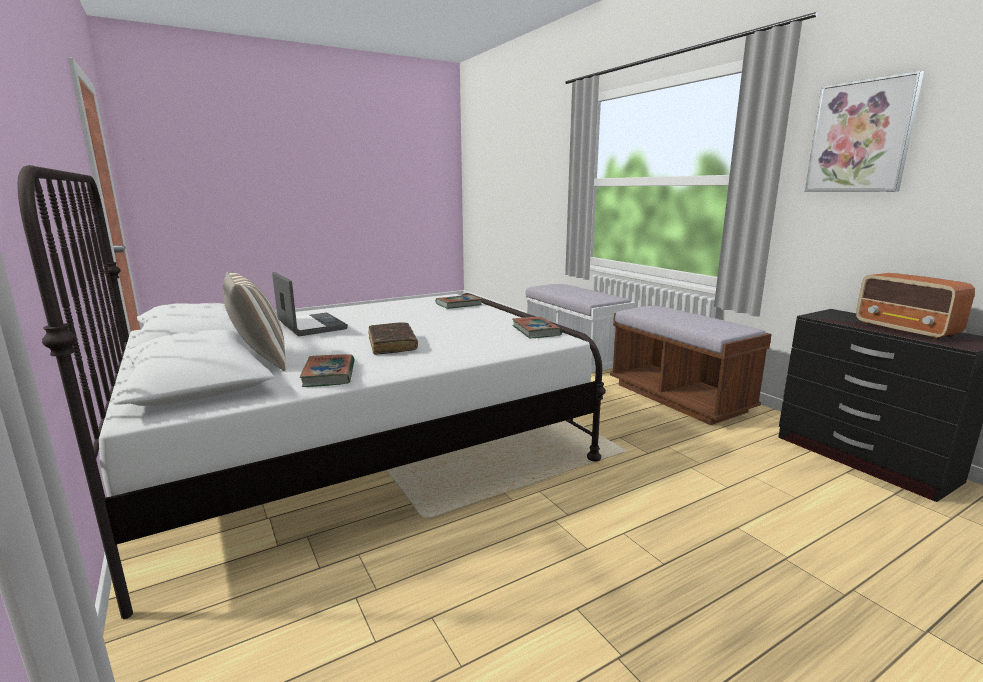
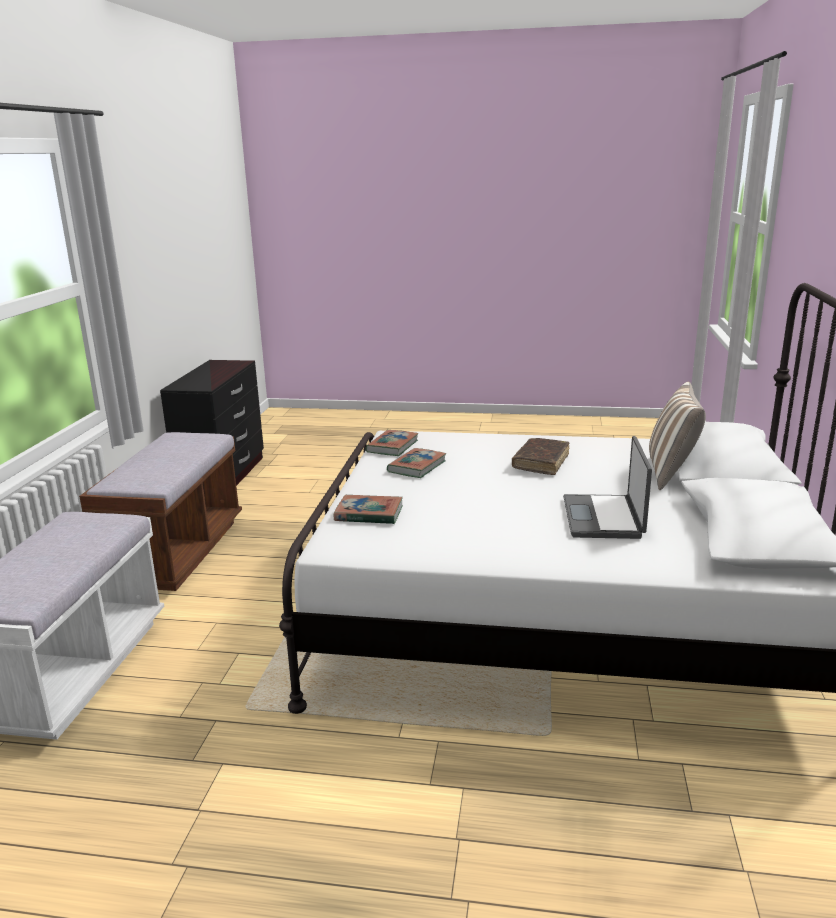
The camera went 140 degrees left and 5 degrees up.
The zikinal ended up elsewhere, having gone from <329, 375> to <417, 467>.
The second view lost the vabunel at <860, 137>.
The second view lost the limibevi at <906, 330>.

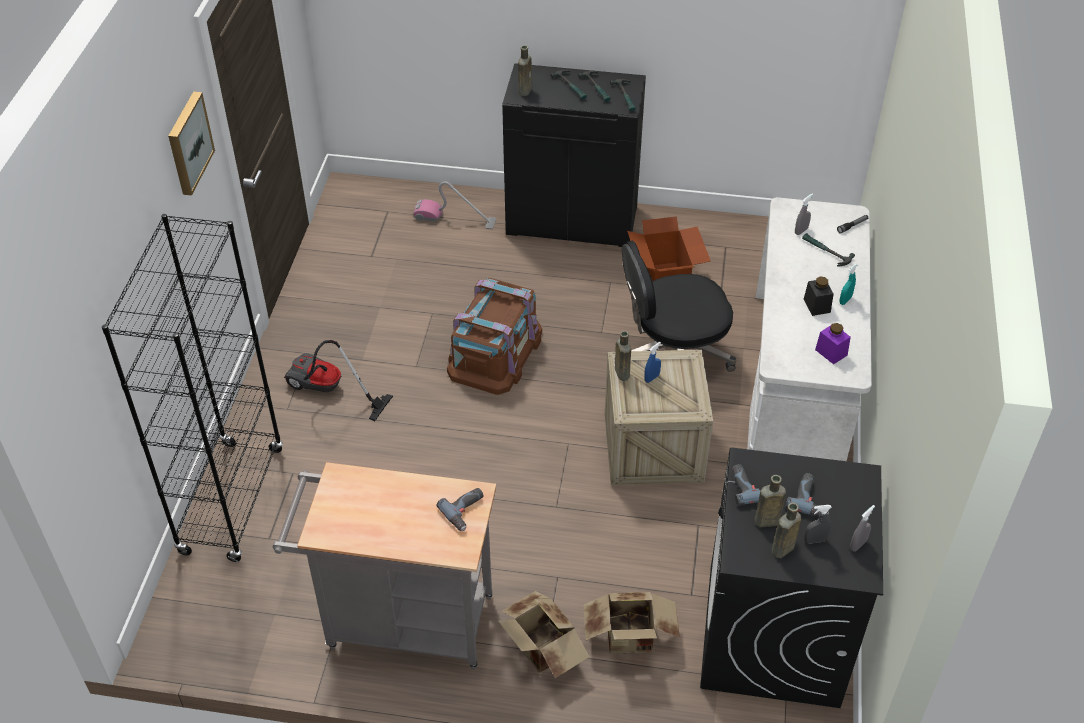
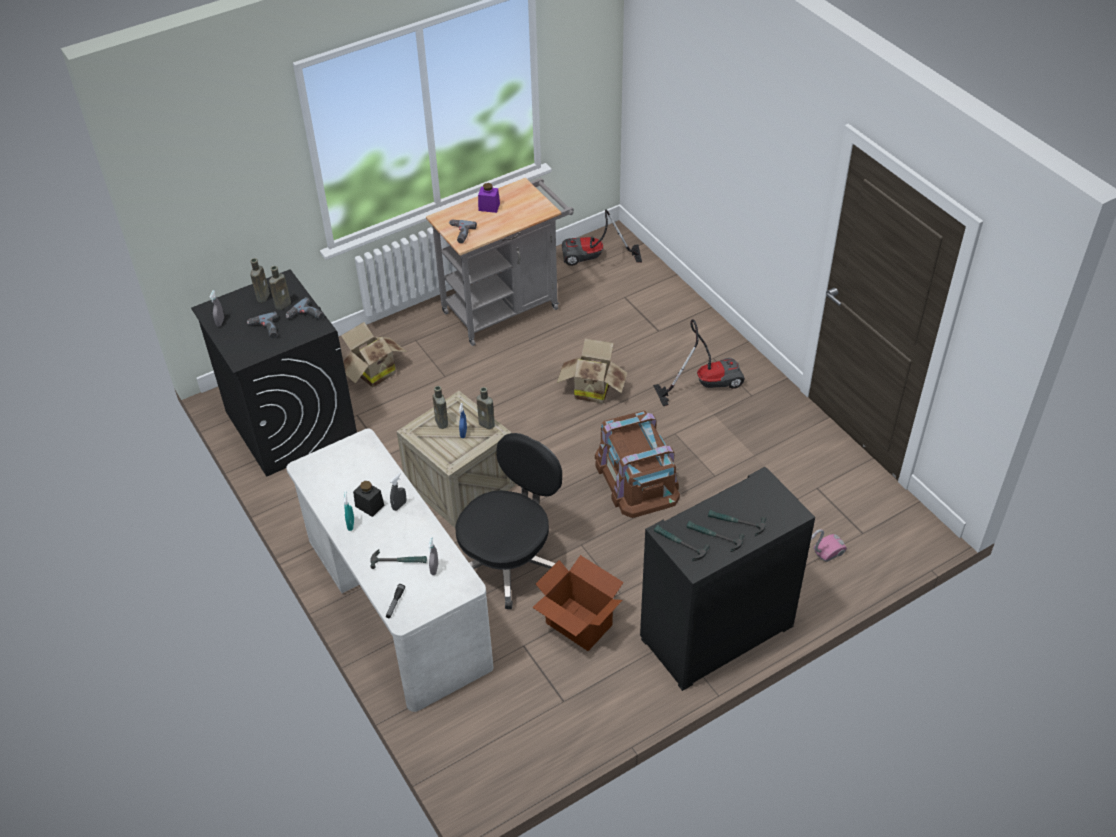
The camera went 140 degrees right and 0 degrees up.
The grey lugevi ended up elsewhere, having gone from <815, 540> to <399, 505>.
The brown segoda ended up elsewhere, having gone from <525, 90> to <442, 423>.
The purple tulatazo ended up elsewhere, having gone from <831, 352> to <489, 207>.
The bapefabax ended up elsewhere, having gone from <541, 652> to <592, 389>.
The second view gained the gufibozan at <594, 258>.
The second view lost the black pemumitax at <232, 501>.
The second view lost the vabunel at <188, 143>.

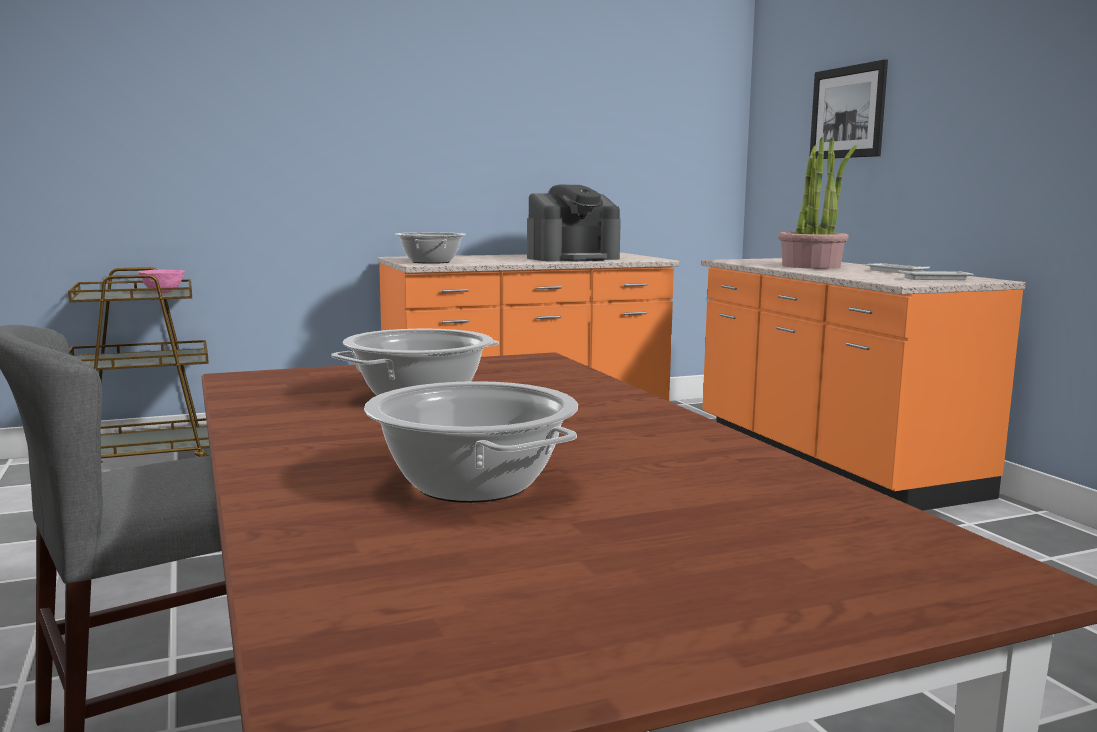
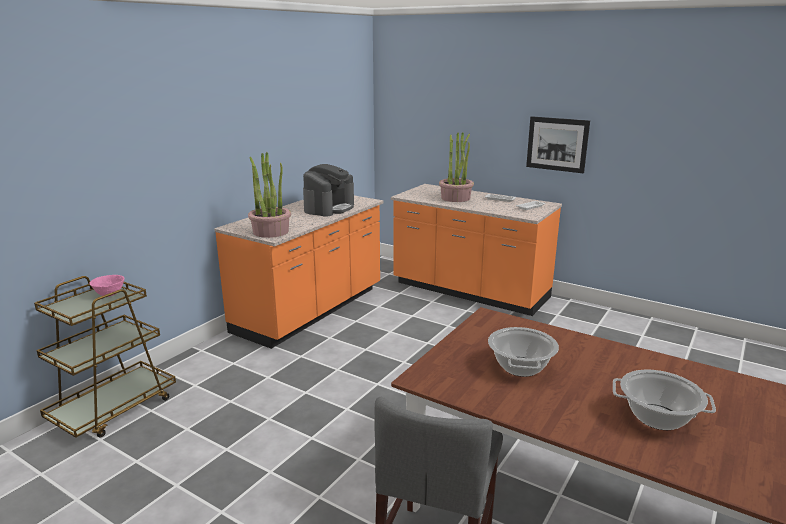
The camera went 35 degrees left and 10 degrees up.
Where the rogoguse stood at <430, 262>, the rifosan came to stand at <271, 232>.
The vabunel ended up elsewhere, having gone from <847, 112> to <557, 144>.

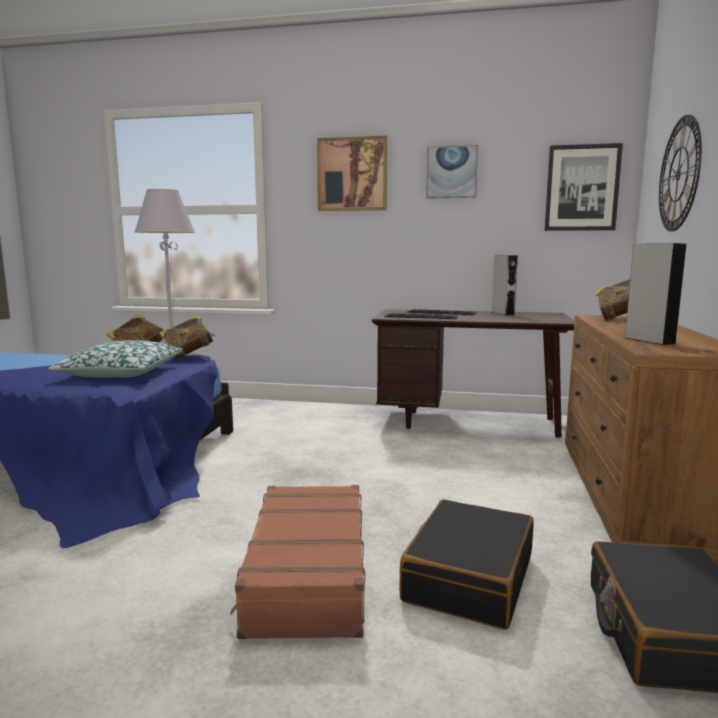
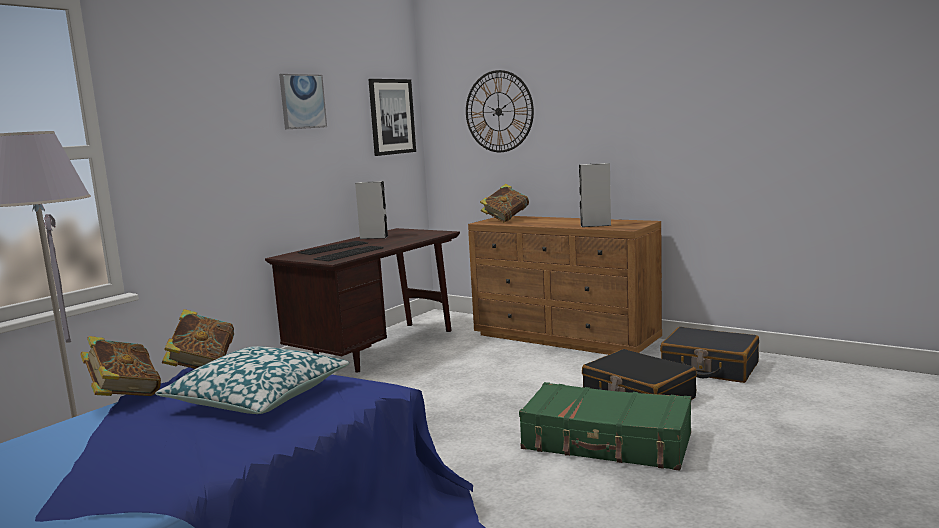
The camera went 65 degrees left and 0 degrees up.
What was the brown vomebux at <306, 574> turned into the green vomebux at <606, 443>.
The second view lost the vabunel at <352, 174>.

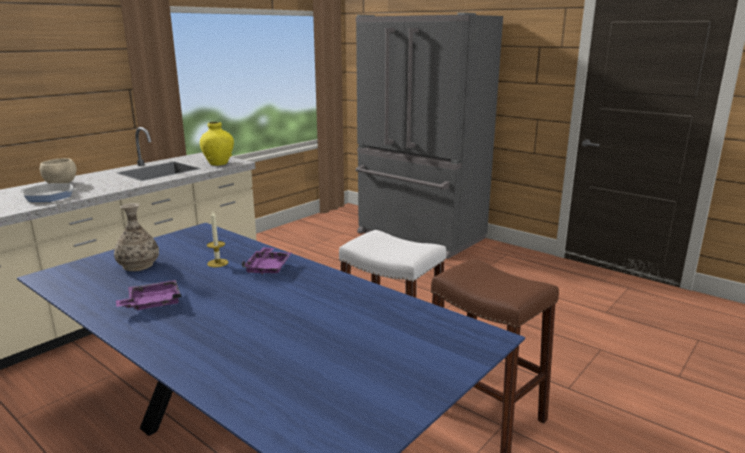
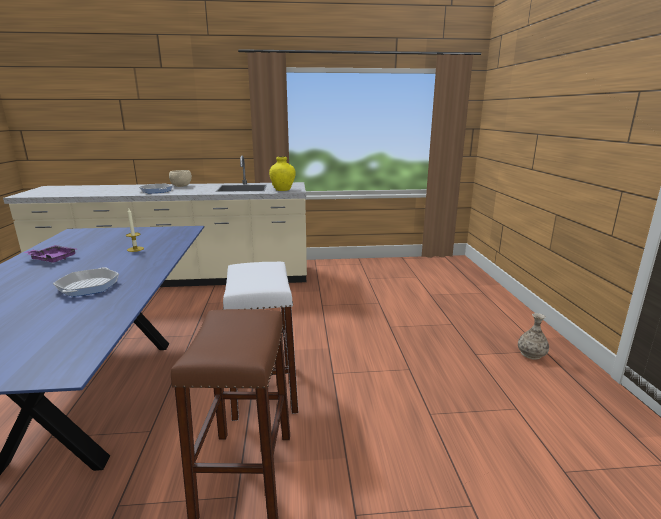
The camera went 45 degrees right and 0 degrees up.
The second view gained the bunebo at <88, 286>.
The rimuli ended up elsewhere, having gone from <138, 265> to <531, 354>.
The second view lost the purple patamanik at <268, 267>.
The second view lost the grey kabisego at <419, 236>.

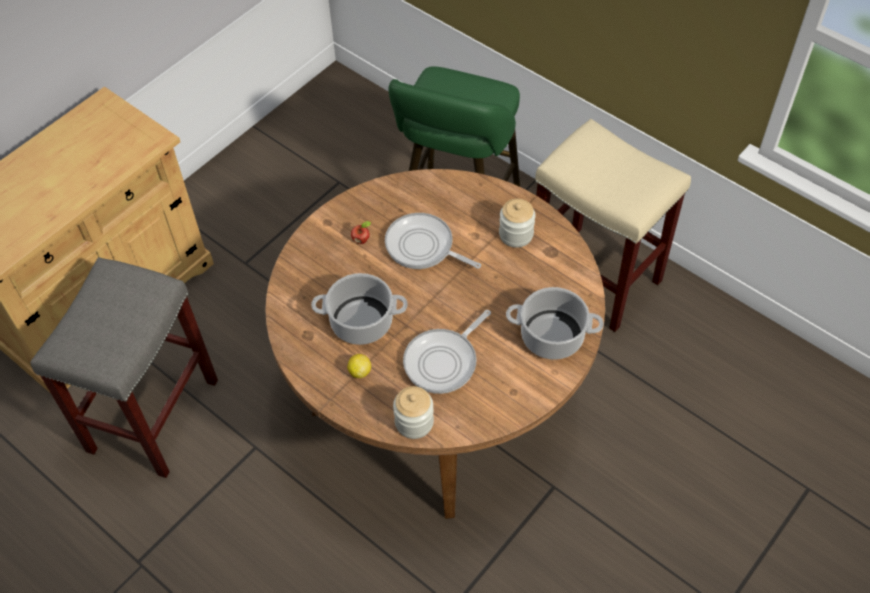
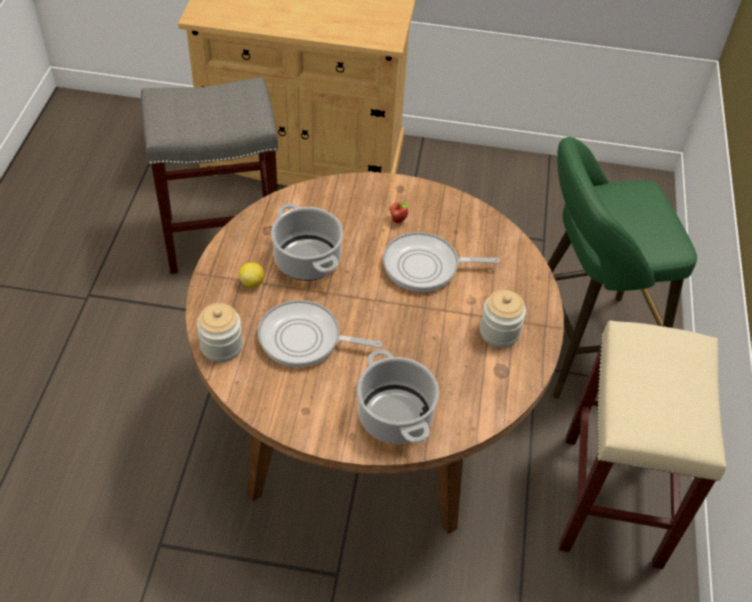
The camera went 55 degrees right and 5 degrees down.
The bunebo at <423, 247> ended up facing another way, 90 degrees counterclockwise from before.

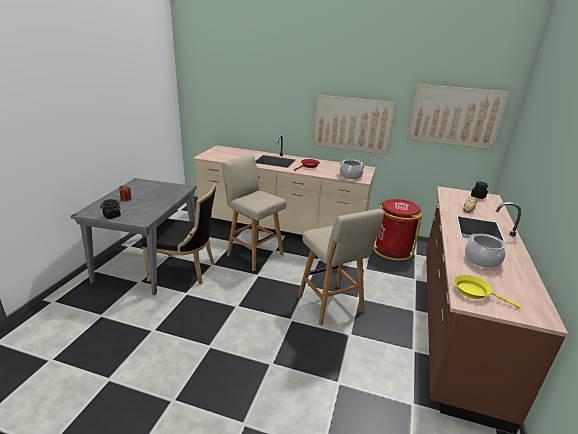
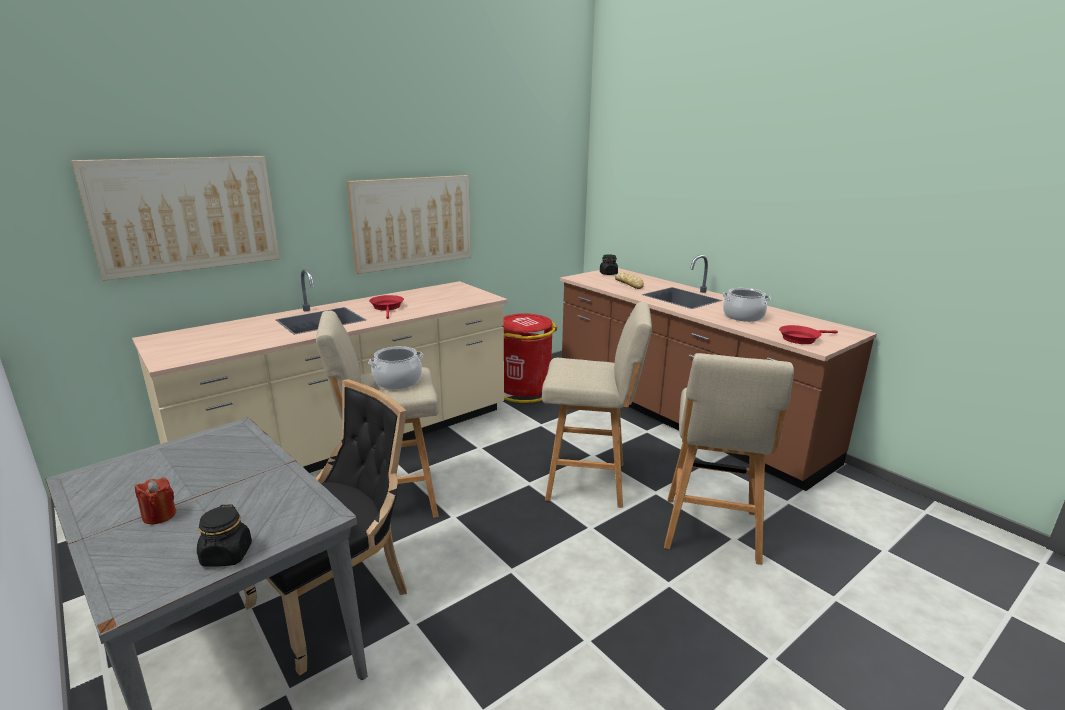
The camera went 55 degrees left and 5 degrees down.
The vabunel ended up elsewhere, having gone from <455, 116> to <186, 214>.
The rogoguse ended up elsewhere, having gone from <350, 176> to <397, 381>.
The second view gained the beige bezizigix at <711, 532>.
What was the yellow bunebo at <474, 292> turned into the red bunebo at <801, 338>.

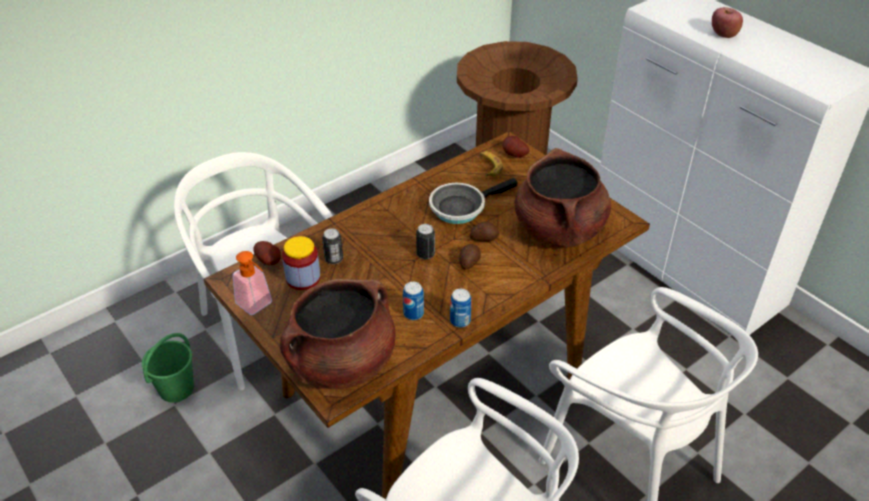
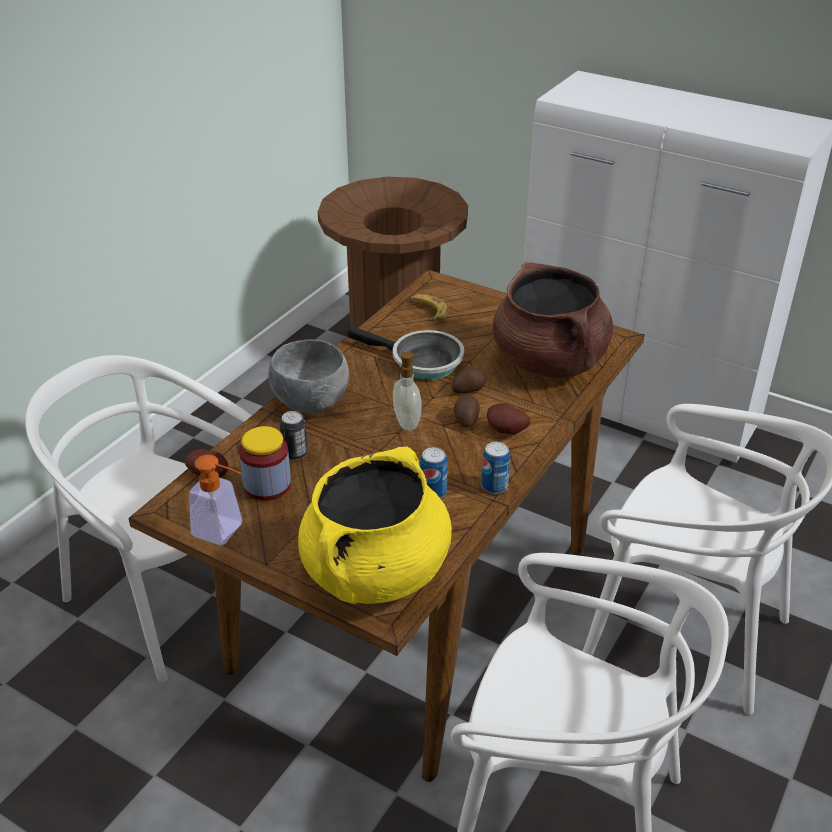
The camera went 20 degrees left and 5 degrees down.
The second view gained the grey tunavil at <310, 403>.
What was the brown rogoguse at <341, 363> turned into the yellow rogoguse at <375, 572>.
The bunebo at <461, 207> ended up facing another way, 105 degrees counterclockwise from before.
Where the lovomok stood at <425, 254>, the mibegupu came to stand at <408, 422>.
The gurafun ended up elsewhere, having gone from <513, 155> to <505, 432>.
The second view lost the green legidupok at <177, 388>.
The second view lost the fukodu at <723, 34>.

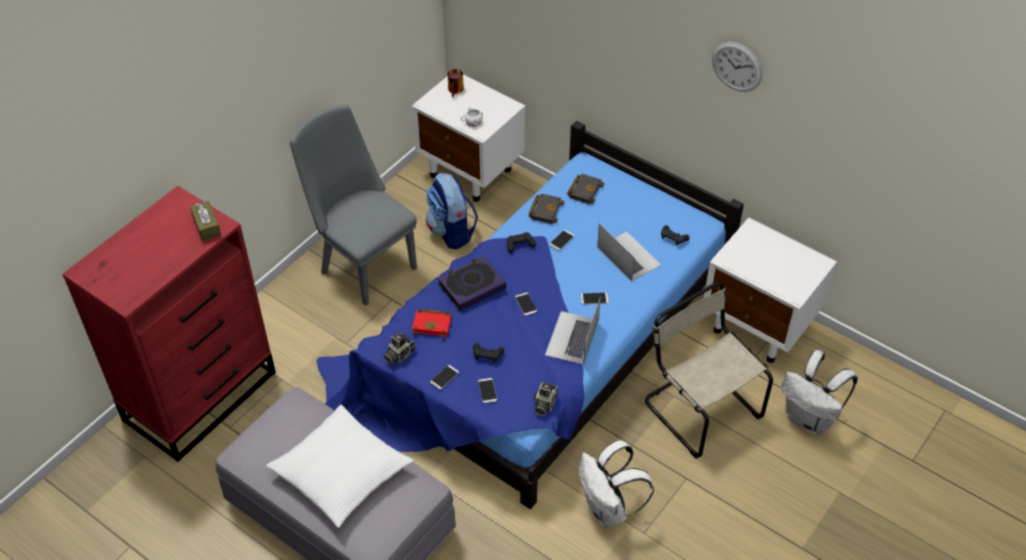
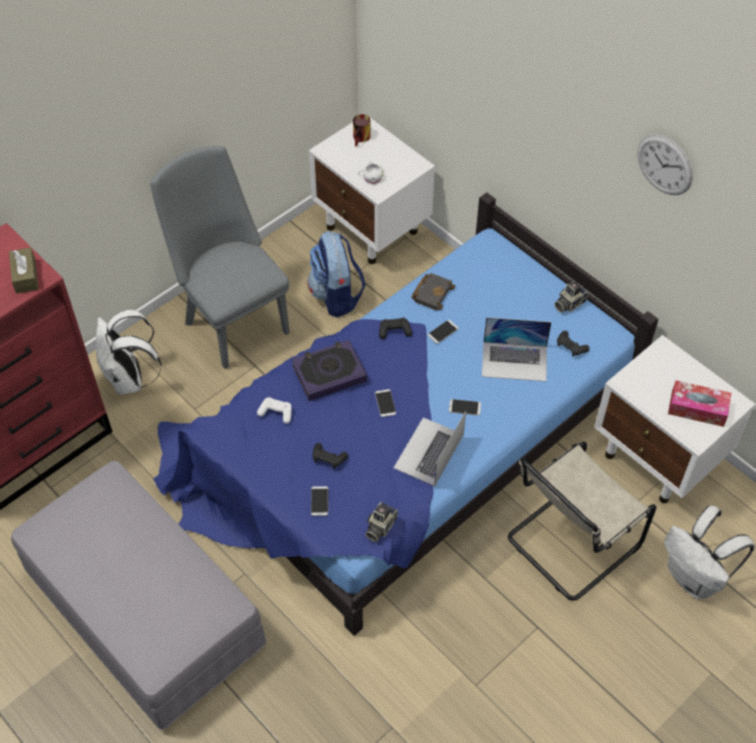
The camera went 10 degrees right and 5 degrees up.
The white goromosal ended up elsewhere, having gone from <608, 509> to <130, 380>.
Where the red zikinal stood at <433, 324>, the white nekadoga came to stand at <276, 413>.
The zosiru at <628, 256> ended up facing another way, 120 degrees clockwise from before.
The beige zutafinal at <699, 407> ended up facing another way, 105 degrees counterclockwise from before.
The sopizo ended up elsewhere, having gone from <398, 354> to <568, 303>.
The second view gained the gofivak at <697, 408>.
The second view lost the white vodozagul at <341, 472>.
The second view lost the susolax at <444, 377>.
The second view lost the black zikinal at <584, 190>.

